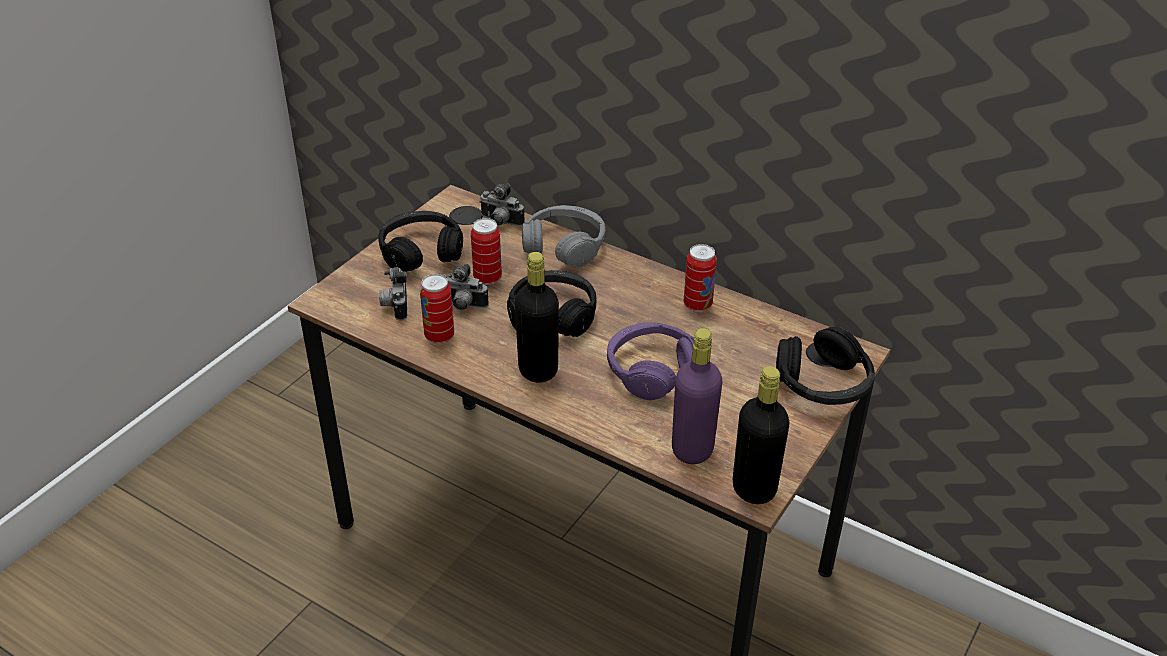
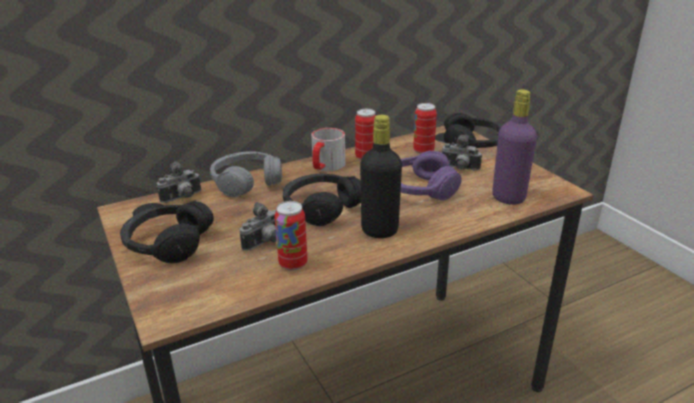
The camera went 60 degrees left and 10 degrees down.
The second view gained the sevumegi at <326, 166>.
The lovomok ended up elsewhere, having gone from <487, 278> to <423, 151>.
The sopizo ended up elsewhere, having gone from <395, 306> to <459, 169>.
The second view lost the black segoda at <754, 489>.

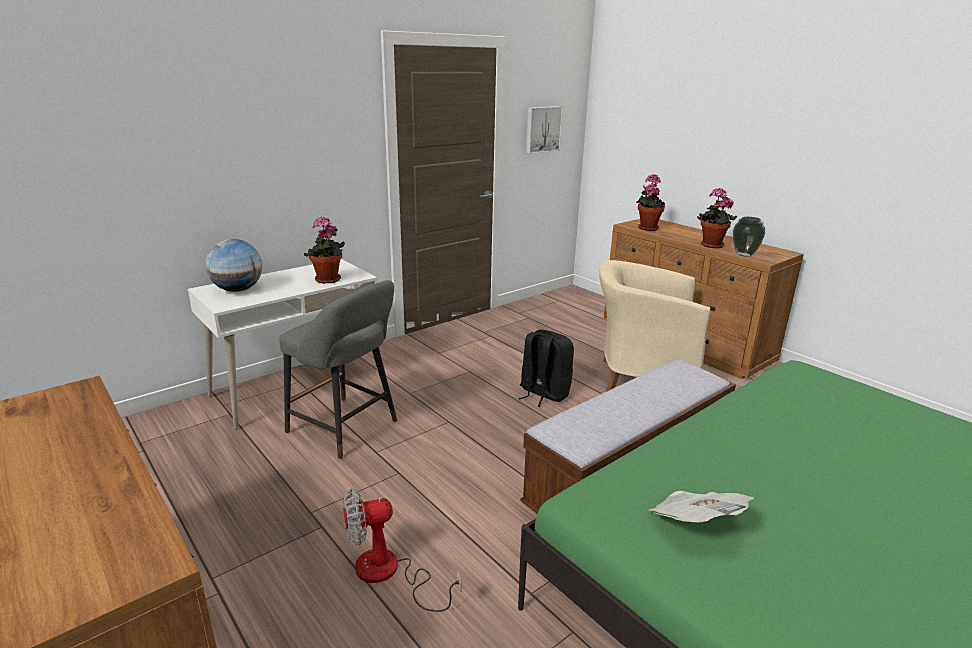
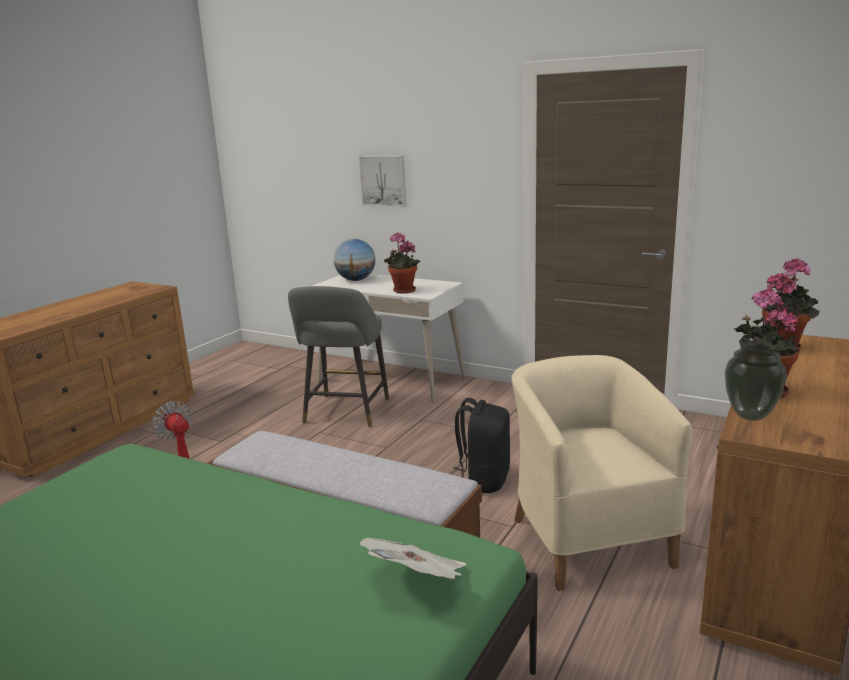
The camera went 70 degrees right and 5 degrees down.
The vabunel ended up elsewhere, having gone from <542, 129> to <384, 180>.
The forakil ended up elsewhere, having gone from <695, 523> to <418, 581>.

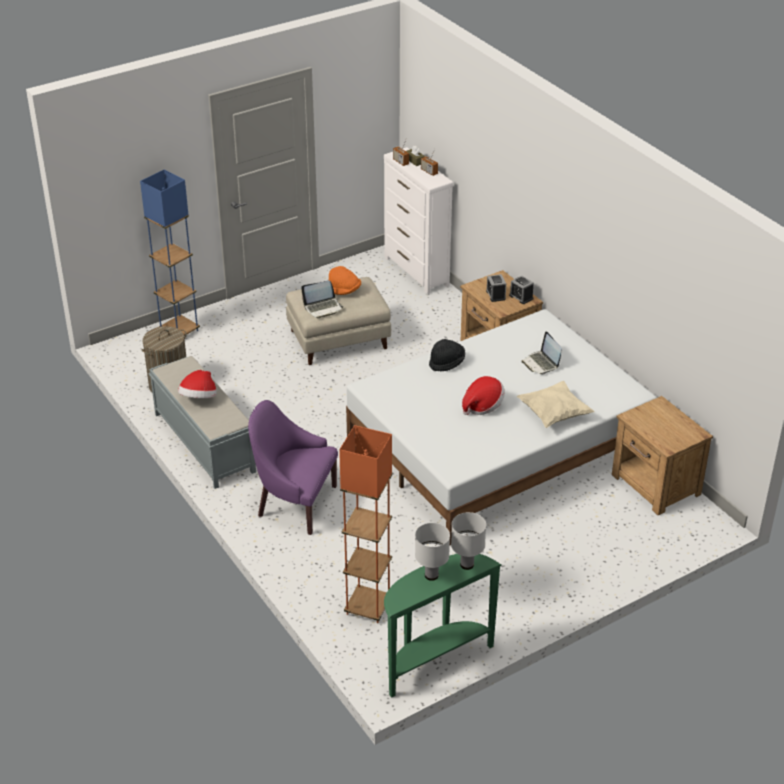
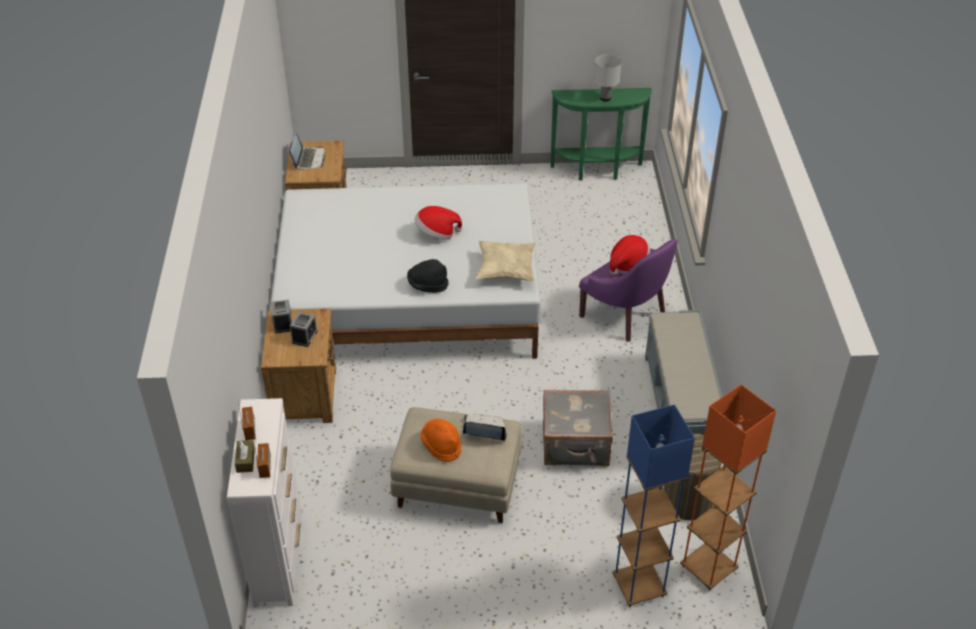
The camera went 150 degrees left and 5 degrees up.
The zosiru ended up elsewhere, having gone from <541, 363> to <308, 159>.
The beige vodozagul ended up elsewhere, having gone from <554, 414> to <506, 271>.
The second view gained the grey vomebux at <576, 445>.
The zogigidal ended up elsewhere, having gone from <199, 398> to <628, 264>.
The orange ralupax ended up elsewhere, having gone from <368, 607> to <708, 569>.
The second view lost the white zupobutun at <467, 565>.

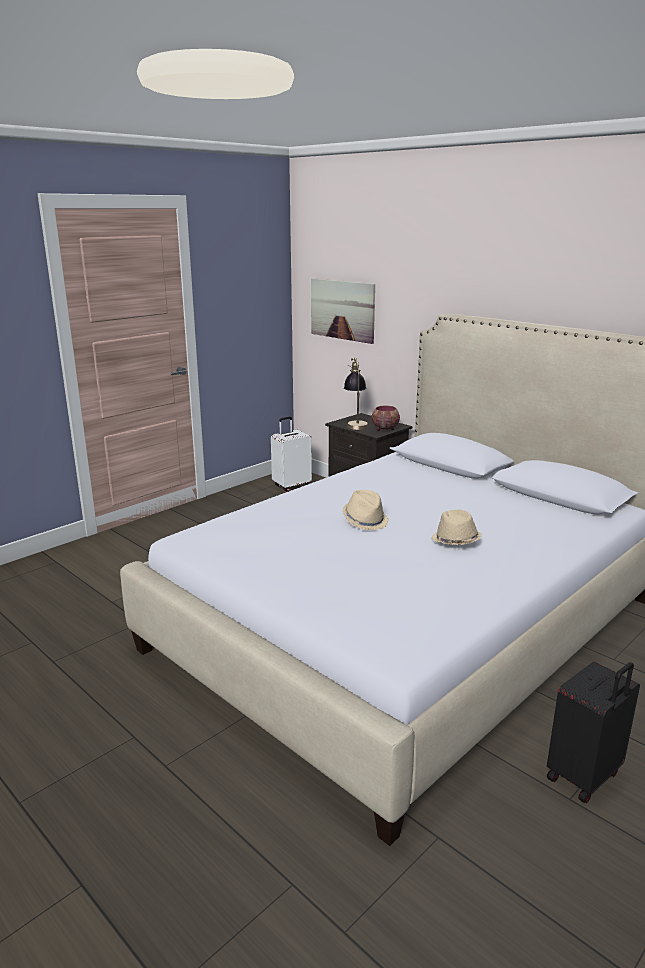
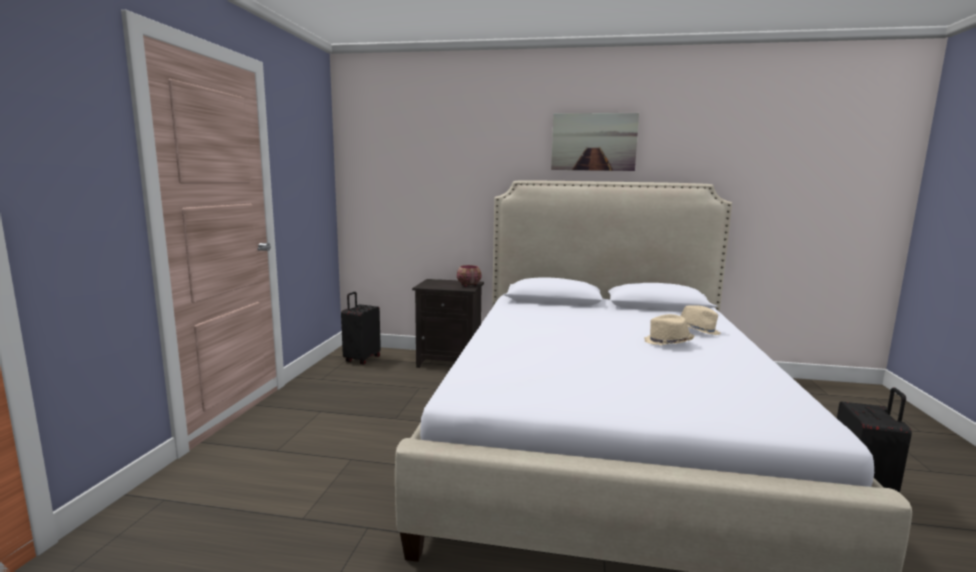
The camera went 35 degrees left and 10 degrees down.
What was the white vomebux at <291, 486> turned into the black vomebux at <361, 359>.
The vabunel ended up elsewhere, having gone from <342, 310> to <594, 142>.
The beige zogigidal ended up elsewhere, having gone from <365, 520> to <697, 331>.
The second view lost the zupobutun at <356, 423>.

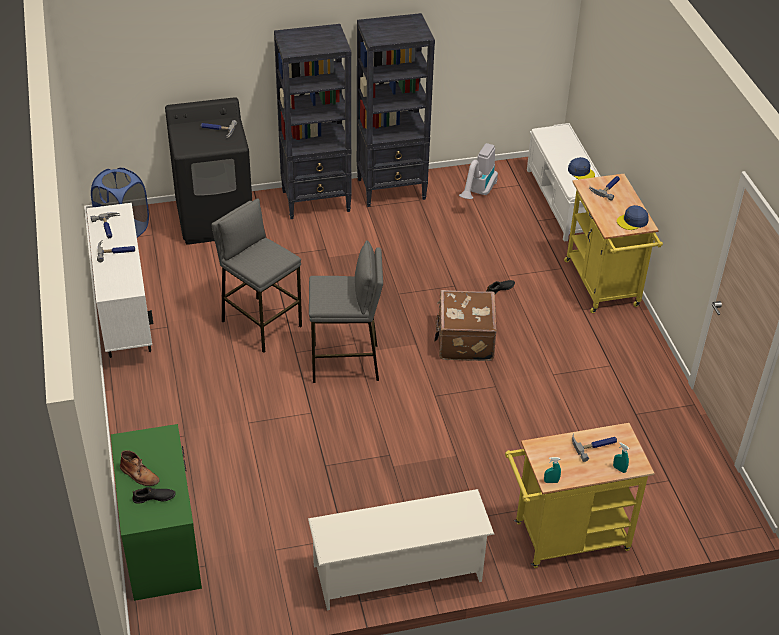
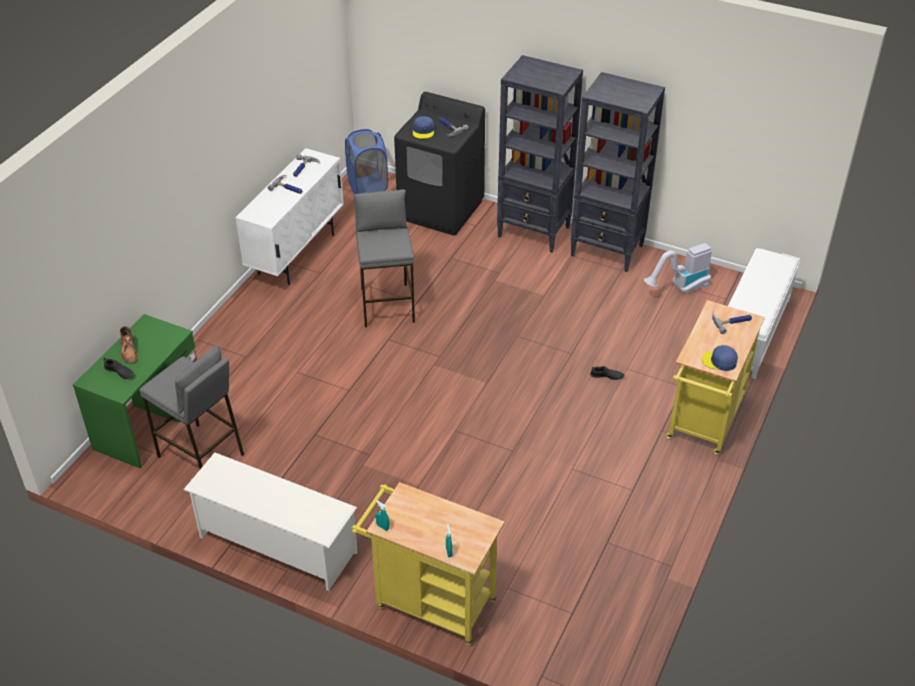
The camera went 40 degrees right and 0 degrees up.
The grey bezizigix ended up elsewhere, having gone from <346, 363> to <201, 455>.
The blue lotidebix ended up elsewhere, having gone from <581, 172> to <423, 131>.
The second view lost the brown vomebux at <464, 341>.
The second view lost the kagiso at <594, 445>.

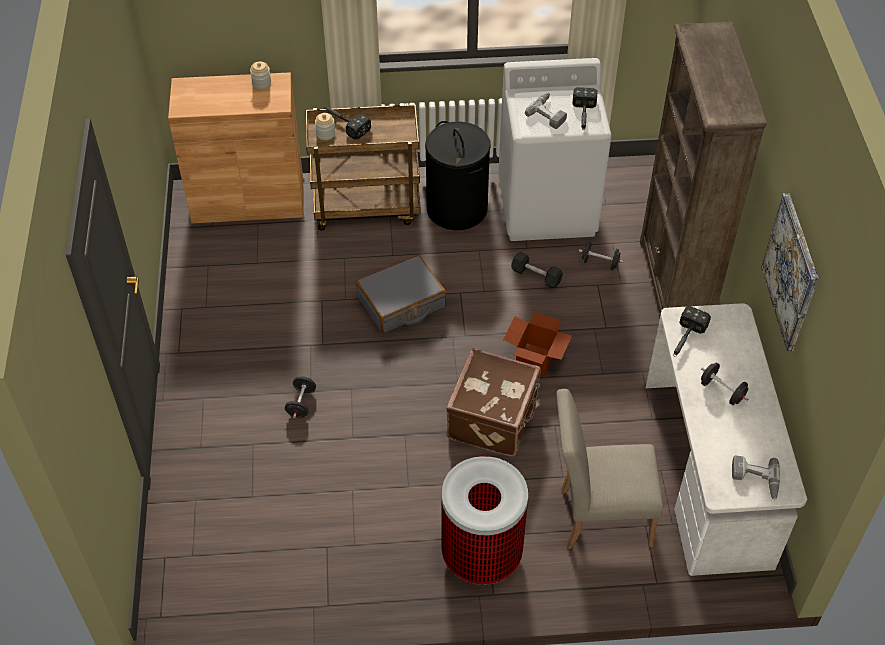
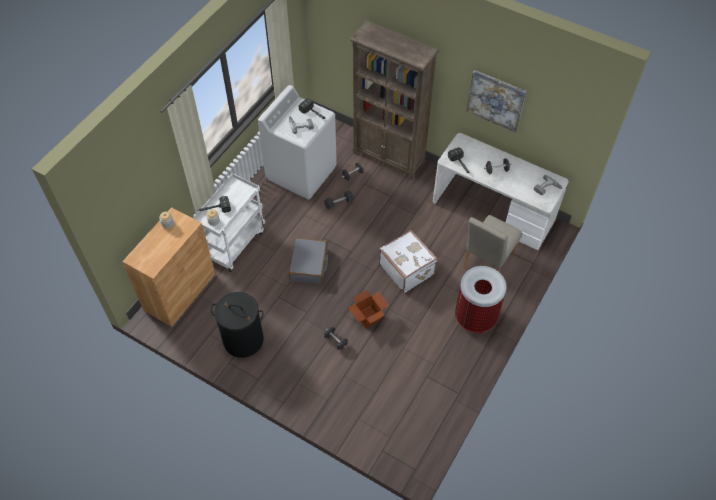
The camera went 55 degrees left and 5 degrees up.
What was the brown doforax at <367, 207> turned into the white doforax at <234, 243>.
The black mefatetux ended up elsewhere, having gone from <457, 209> to <243, 339>.
The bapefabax ended up elsewhere, having gone from <535, 360> to <368, 317>.
What was the brown vomebux at <494, 419> turned into the white vomebux at <407, 269>.

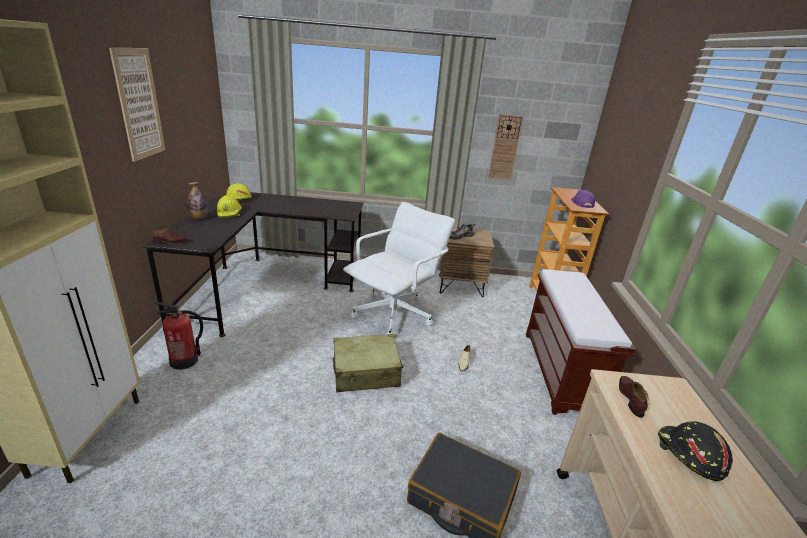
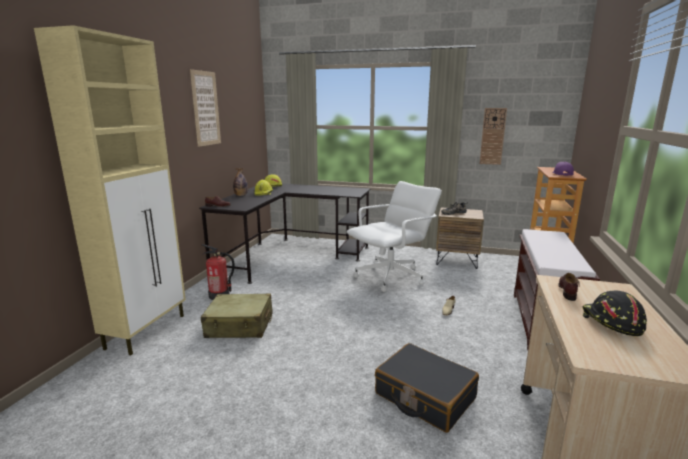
The camera went 15 degrees right and 10 degrees down.
The beige vomebux ended up elsewhere, having gone from <366, 372> to <240, 326>.

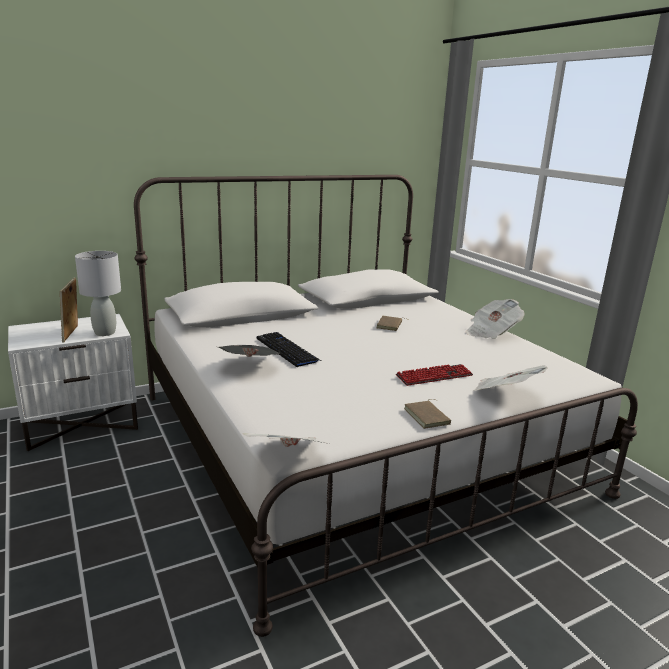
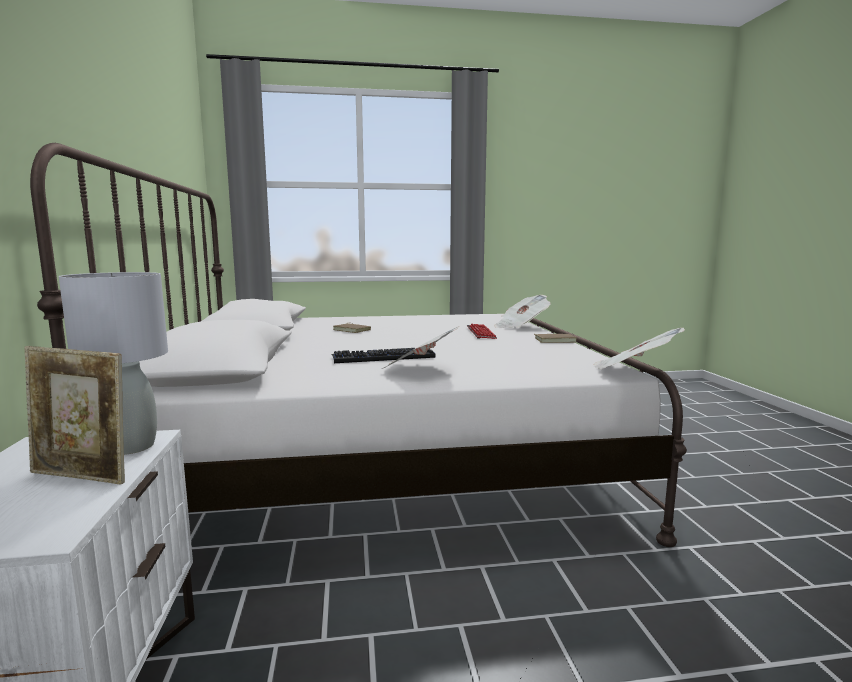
The camera went 70 degrees left and 10 degrees down.
The second view lost the forakil at <491, 332>.

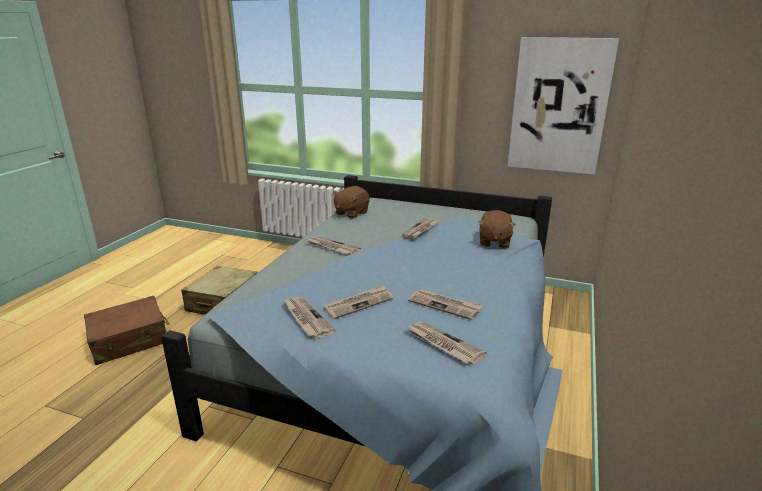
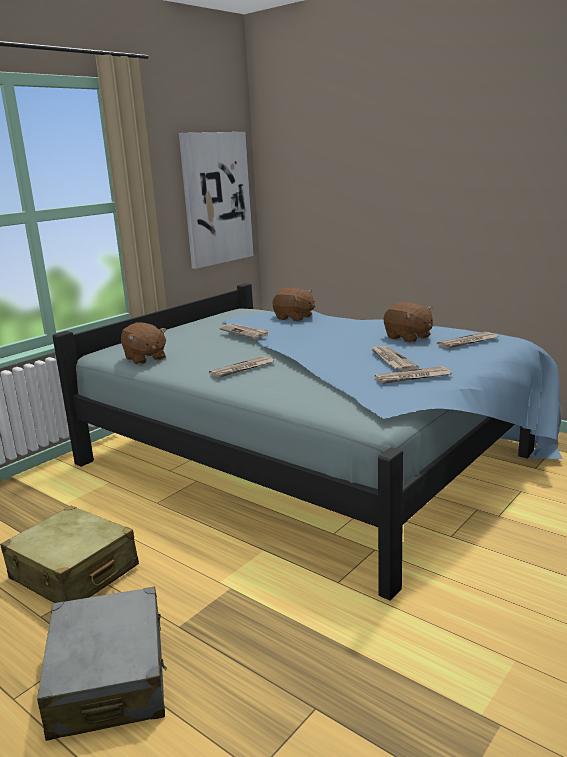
The camera went 70 degrees left and 5 degrees down.
What was the brown vomebux at <130, 340> turned into the grey vomebux at <109, 678>.
Where the forakil stood at <445, 305>, the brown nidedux came to stand at <408, 337>.

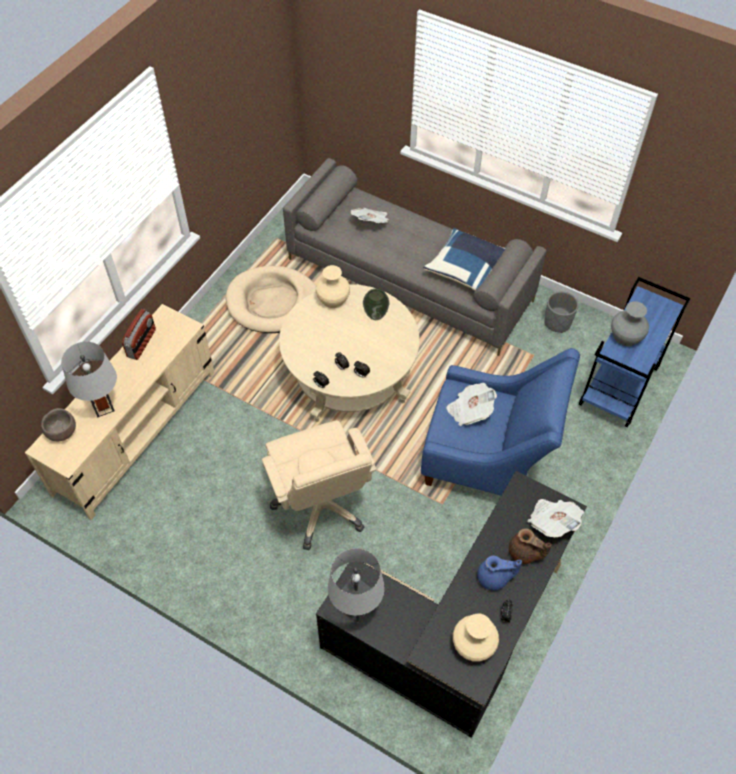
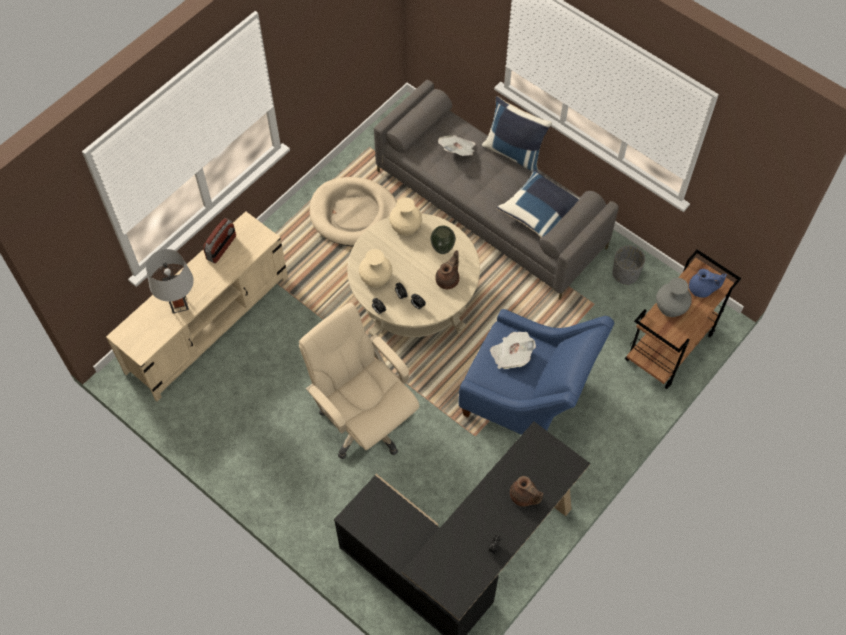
The camera went 10 degrees right and 5 degrees up.
The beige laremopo at <321, 506> ended up facing another way, 150 degrees clockwise from before.
The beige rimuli ended up elsewhere, having gone from <473, 644> to <376, 277>.
The second view gained the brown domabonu at <448, 279>.
The second view gained the blue vodozagul at <514, 153>.
What was the blue doforax at <619, 387> turned into the brown doforax at <669, 348>.
The blue domabonu ended up elsewhere, having gone from <494, 578> to <702, 289>.
The second view lost the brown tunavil at <62, 432>.
The second view lost the grey zupobutun at <356, 609>.
The second view lost the forakil at <552, 522>.

